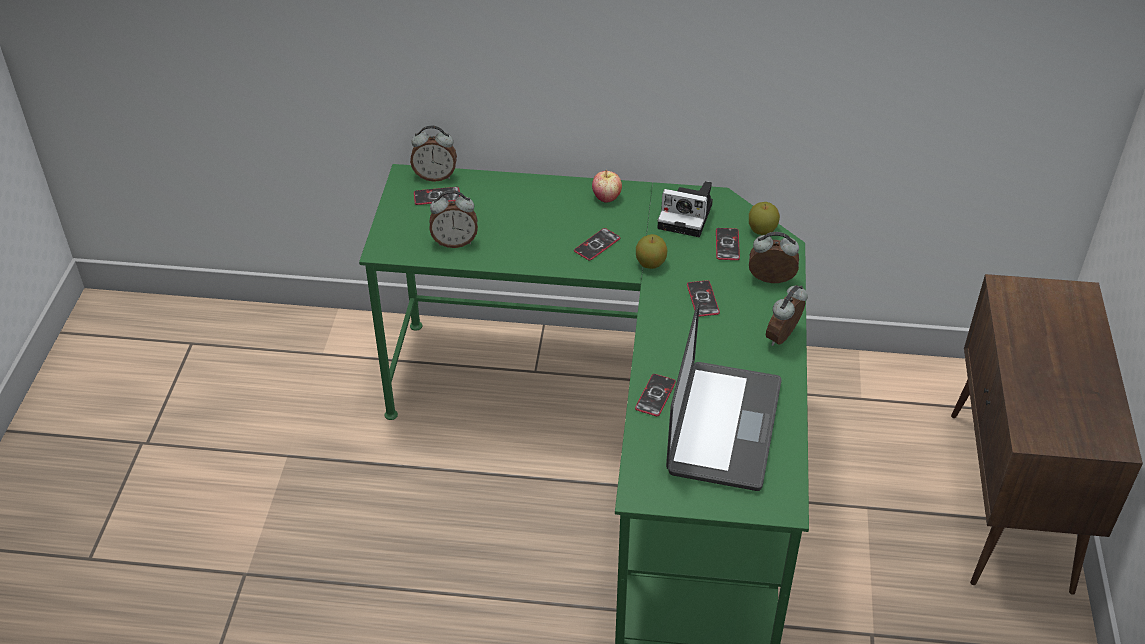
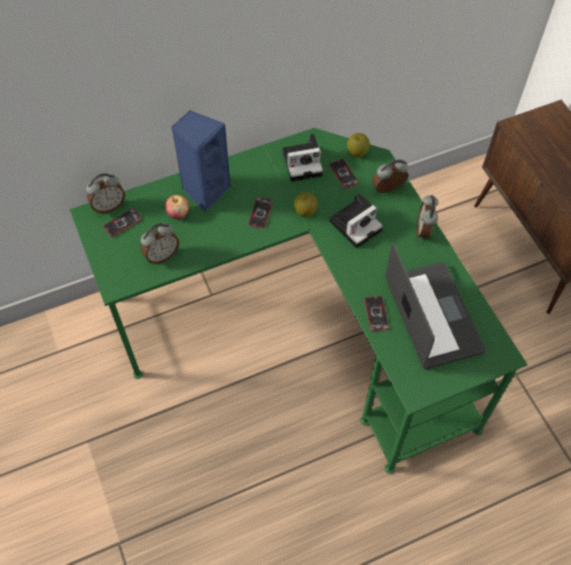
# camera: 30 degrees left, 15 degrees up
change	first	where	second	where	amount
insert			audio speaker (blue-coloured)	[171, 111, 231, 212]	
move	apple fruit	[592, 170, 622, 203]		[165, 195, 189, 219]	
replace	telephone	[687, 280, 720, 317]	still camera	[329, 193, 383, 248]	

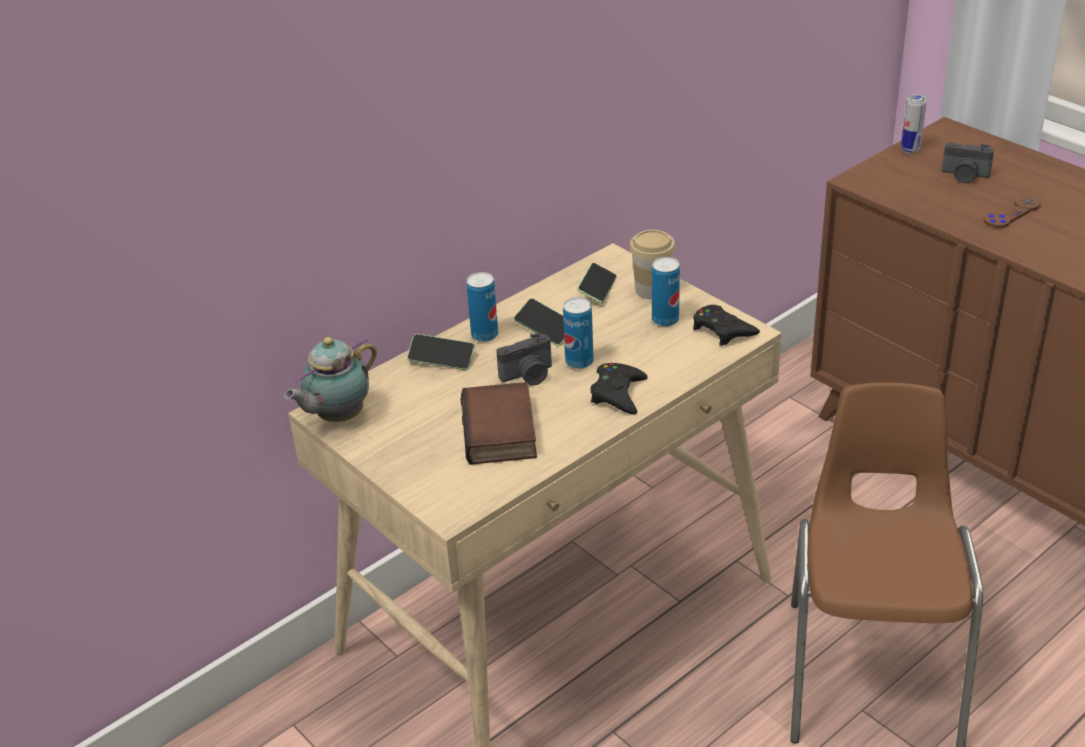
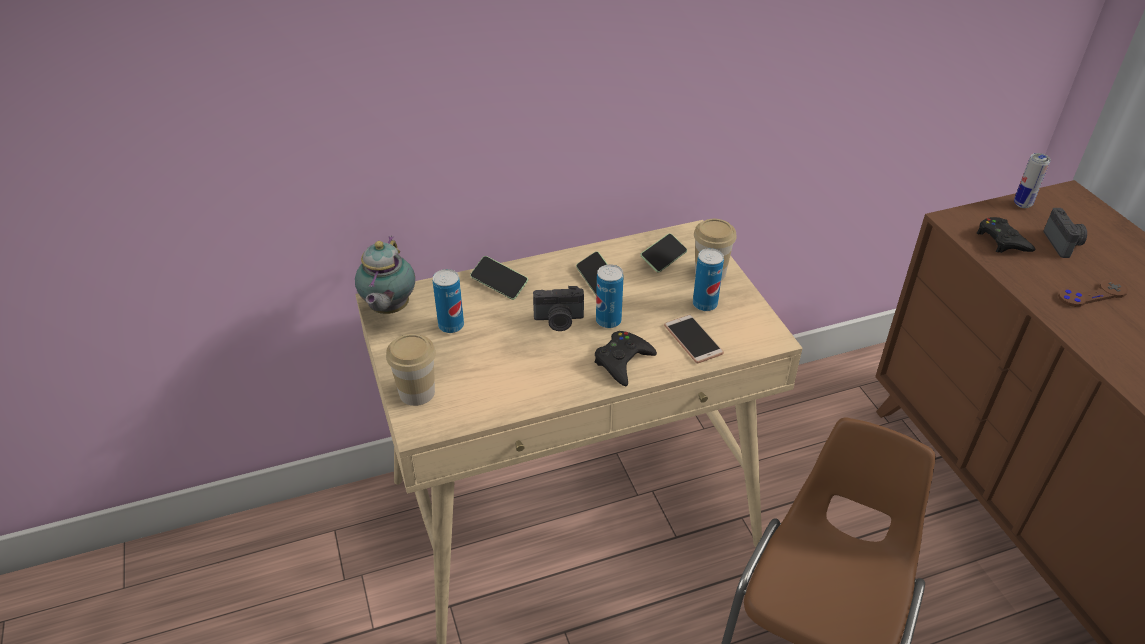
# camera: 20 degrees right, 5 degrees up
change	first	where	second	where	amount
delete	volume	[460, 382, 537, 465]			
insert			drinking cup	[386, 334, 436, 406]	
insert			telephone	[664, 315, 724, 363]	
move	metal can	[466, 272, 498, 342]		[433, 269, 464, 333]	
move	joypad (blackish)	[693, 305, 760, 346]		[977, 217, 1035, 253]	
rotate	tea pot	[284, 337, 377, 422]		[355, 236, 415, 314]	60 degrees counterclockwise
rotate	still camera	[942, 142, 994, 183]		[1043, 208, 1087, 258]	135 degrees counterclockwise

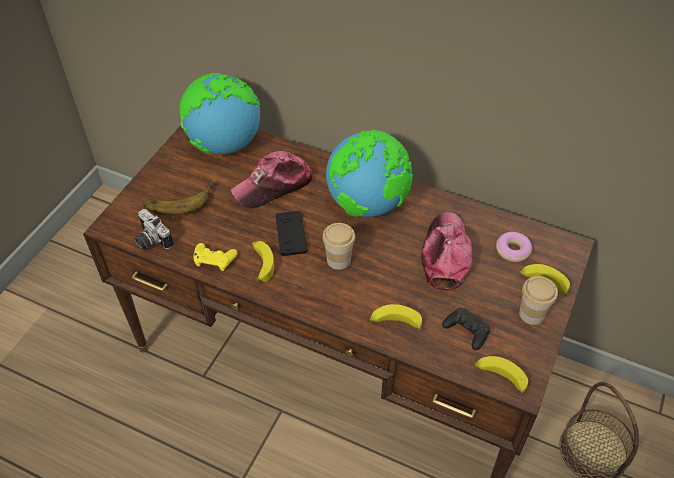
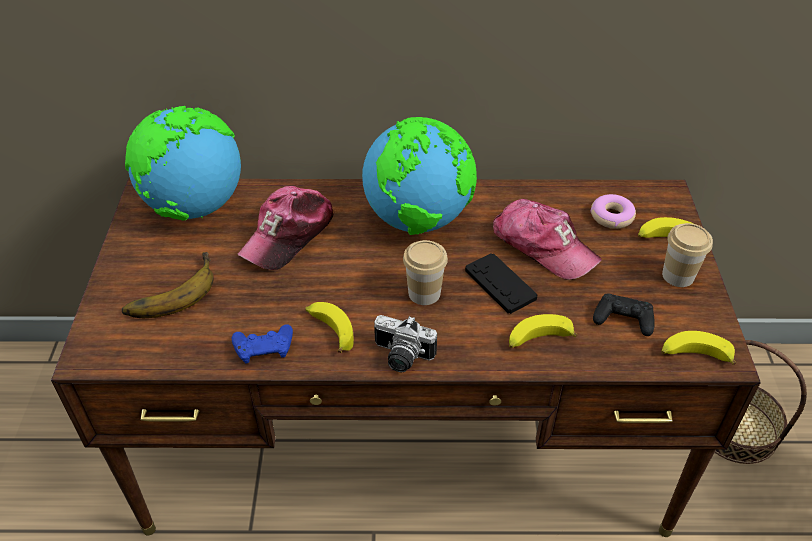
# camera: 25 degrees left, 5 degrees down
change	first	where	second	where	amount
move	still camera	[134, 209, 173, 250]		[374, 315, 437, 372]	
move	joypad (blackish)	[275, 211, 308, 256]		[465, 253, 538, 314]	
recolor	joypad (yellow-coloured)	[193, 243, 238, 271]	joypad (blue-coloured)	[232, 324, 293, 363]	
rotate	peaked cap	[422, 212, 473, 291]		[493, 199, 602, 280]	150 degrees clockwise

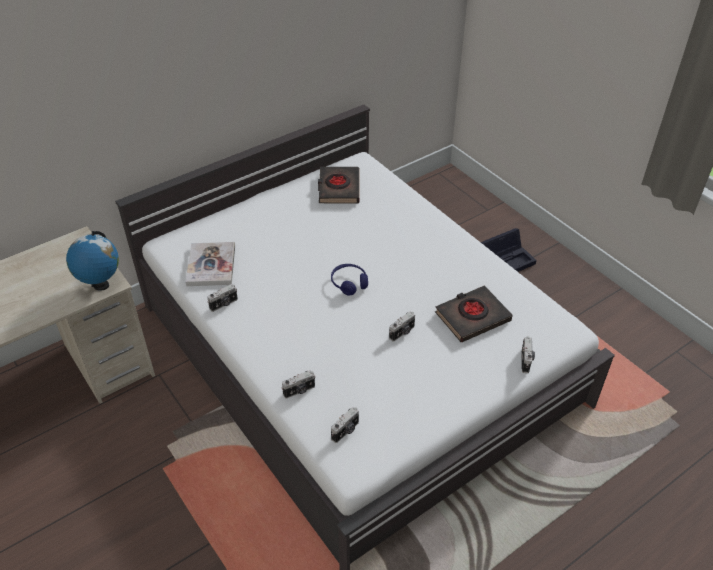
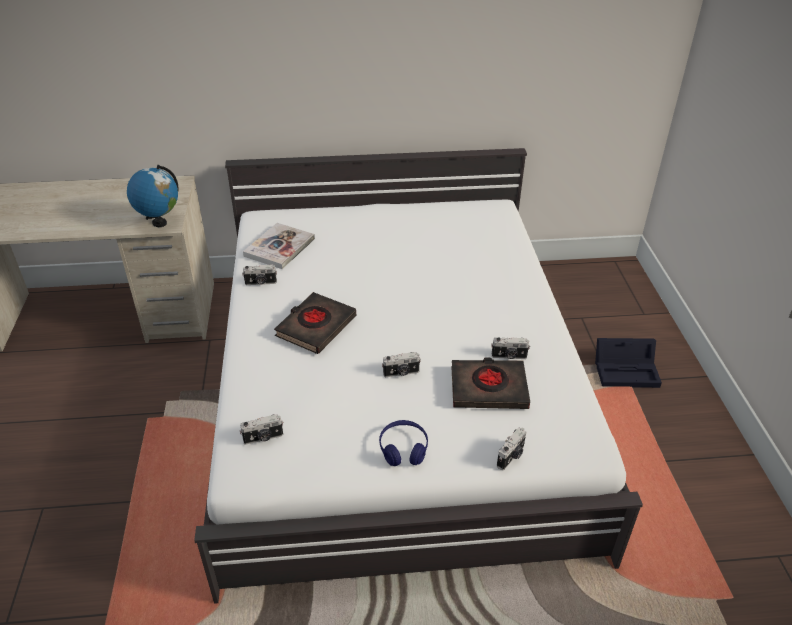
# camera: 30 degrees right, 5 degrees down
change	first	where	second	where	amount
move	still camera	[282, 370, 315, 398]		[491, 337, 530, 359]	
move	volume (blackish)	[318, 167, 359, 204]		[274, 292, 356, 354]	
move	pair of headphones (blue-coloured)	[331, 264, 368, 296]		[379, 420, 428, 466]	

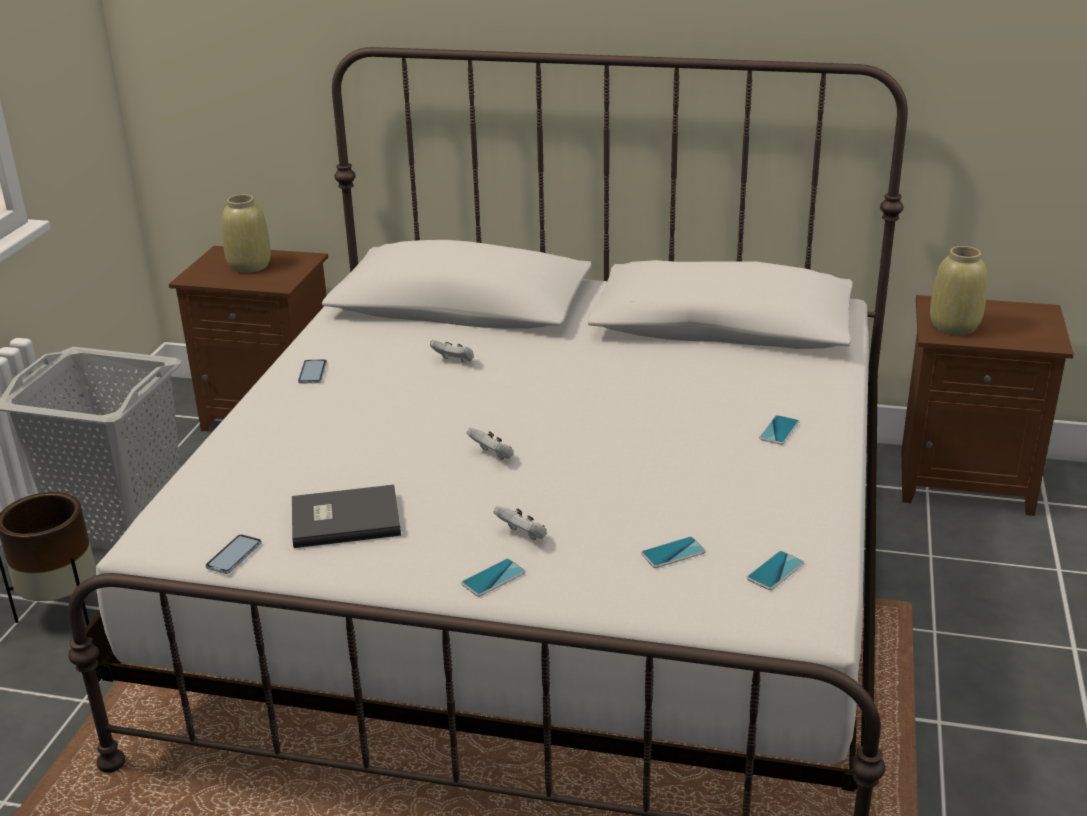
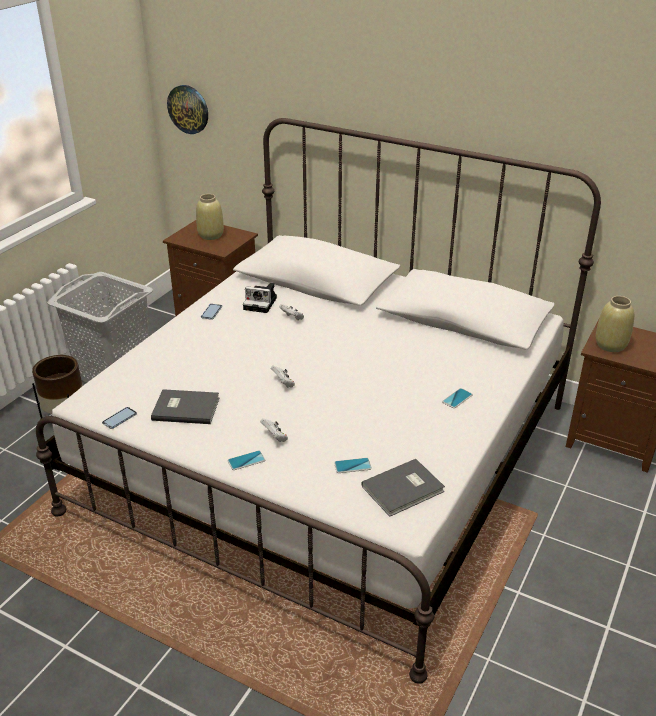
# camera: 15 degrees right, 5 degrees up
change	first	where	second	where	amount
insert			wall clock	[167, 85, 208, 134]	
insert			still camera	[243, 283, 277, 313]	
replace	telephone	[746, 551, 804, 590]	volume (gray)	[361, 459, 445, 517]	

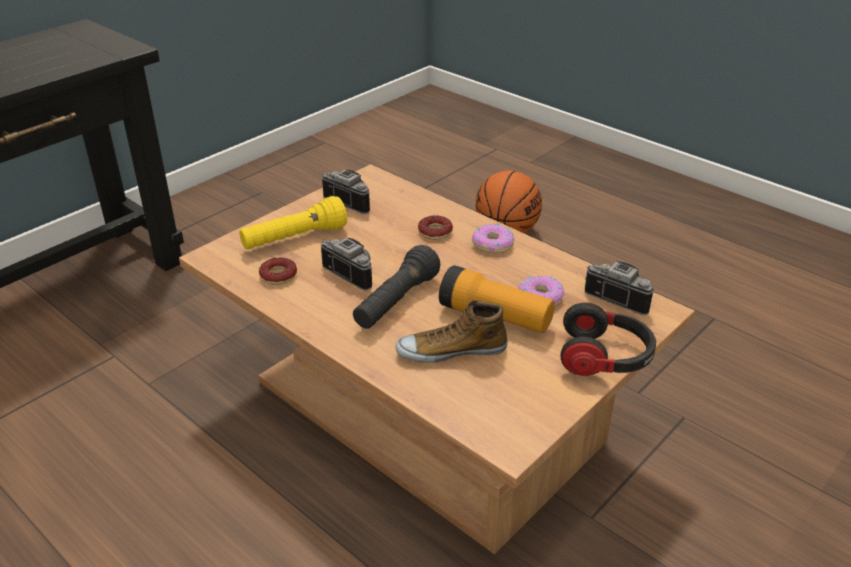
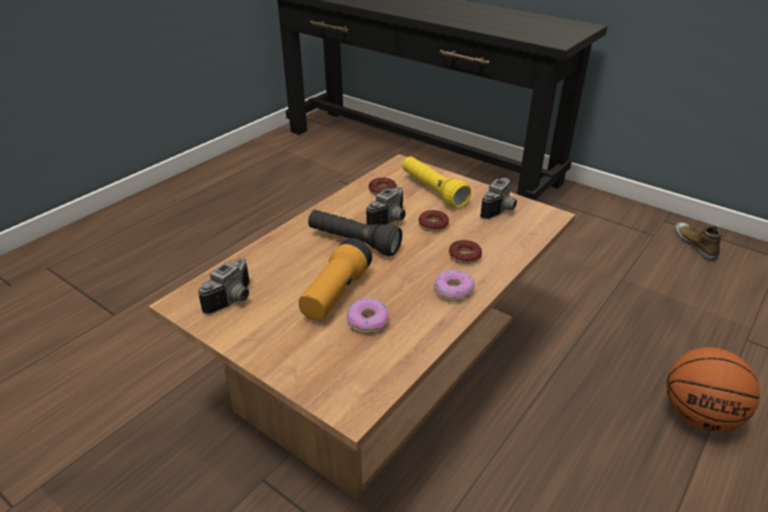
# camera: 85 degrees right, 0 degrees up
change	first	where	second	where	amount
delete	pair of headphones	[560, 303, 656, 376]			
insert			ring doughnut	[418, 210, 449, 232]	
move	low shoe	[396, 300, 508, 363]		[675, 222, 722, 261]	
move	still camera	[585, 261, 655, 315]		[198, 259, 250, 314]	

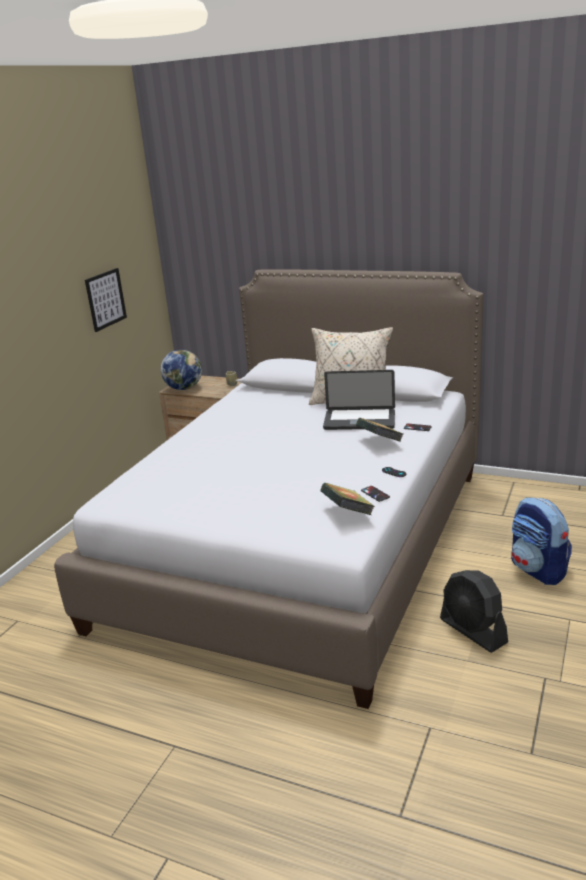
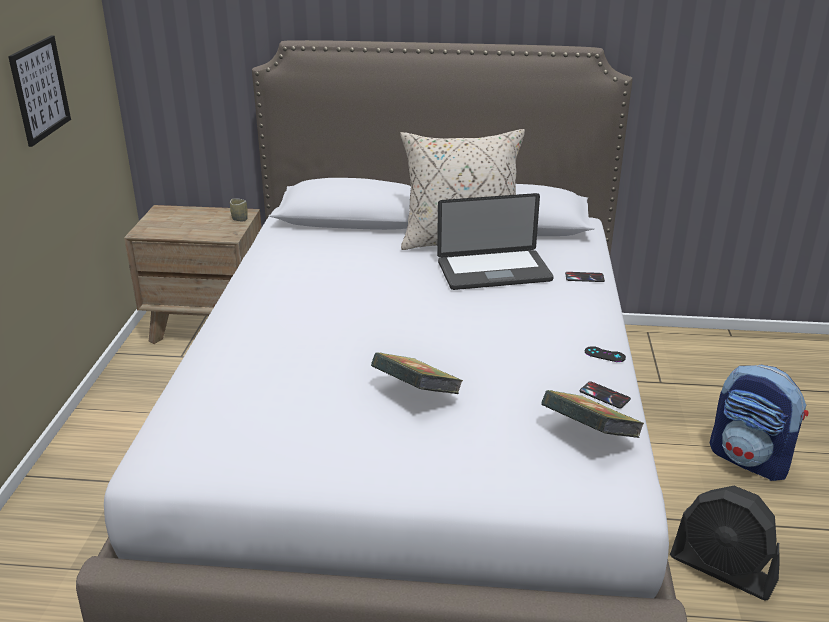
# camera: 20 degrees left, 5 degrees up
change	first	where	second	where	amount
delete	globe	[161, 350, 202, 390]			
move	volume	[356, 418, 403, 442]		[371, 352, 463, 394]	

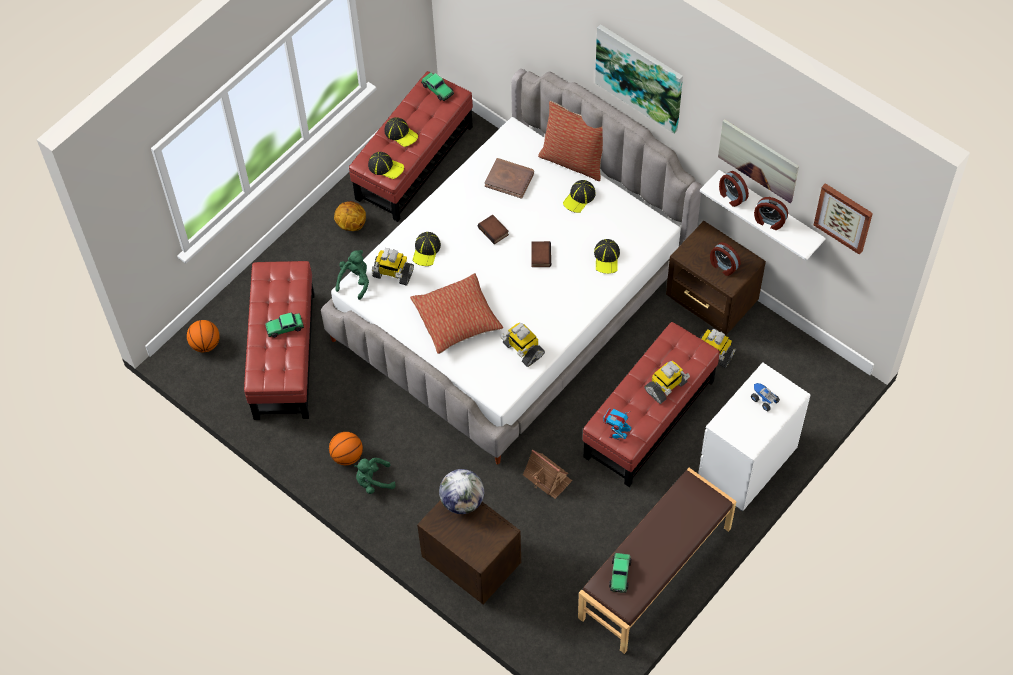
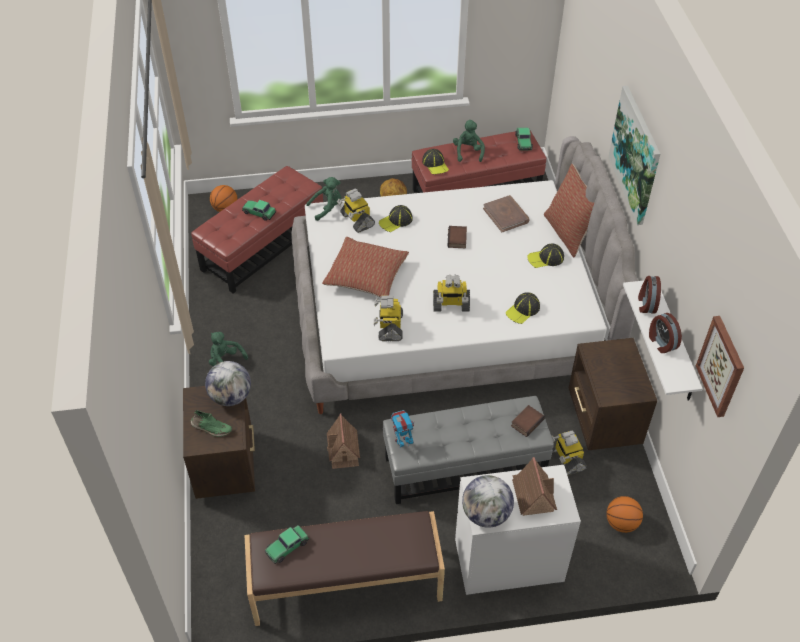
# camera: 40 degrees right, 10 degrees down
change	first	where	second	where	amount
delete	alarm clock	[710, 242, 741, 276]			
delete	wall art	[718, 119, 799, 203]			
insert			low shoe (green-coloured)	[190, 410, 232, 437]	
insert			globe	[462, 475, 514, 528]	
move	basketball ball	[329, 432, 363, 465]		[606, 496, 643, 533]	
move	volume	[531, 241, 551, 267]		[511, 405, 545, 437]	
move	toy robot	[644, 361, 690, 404]		[433, 275, 470, 312]	
replace	peaked cap	[384, 117, 418, 147]	plush toy (green-coloured)	[453, 120, 485, 162]	
replace	toy lorry	[751, 383, 780, 411]	miniature house	[512, 457, 557, 516]	
recolor	footrest (reddish)	[583, 322, 720, 487]	footrest (gray)	[383, 396, 554, 504]	

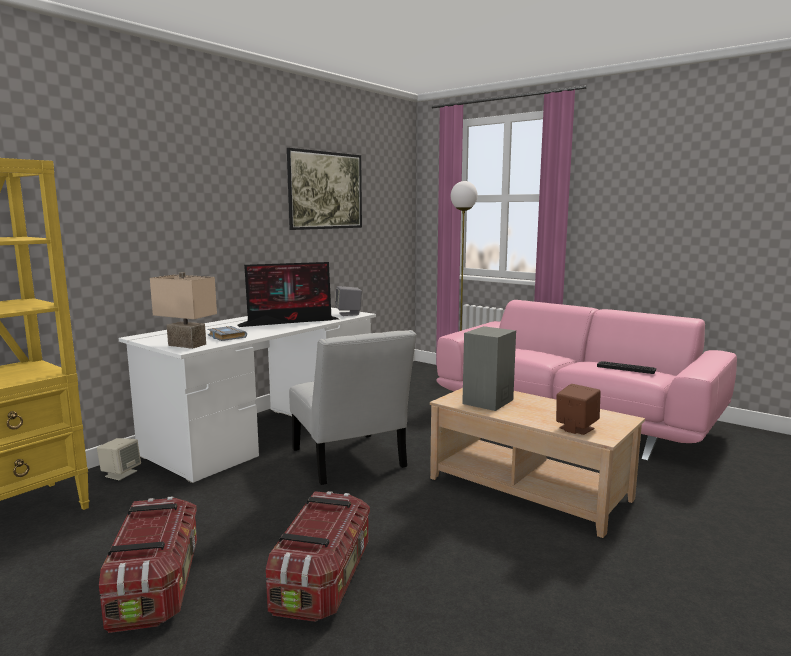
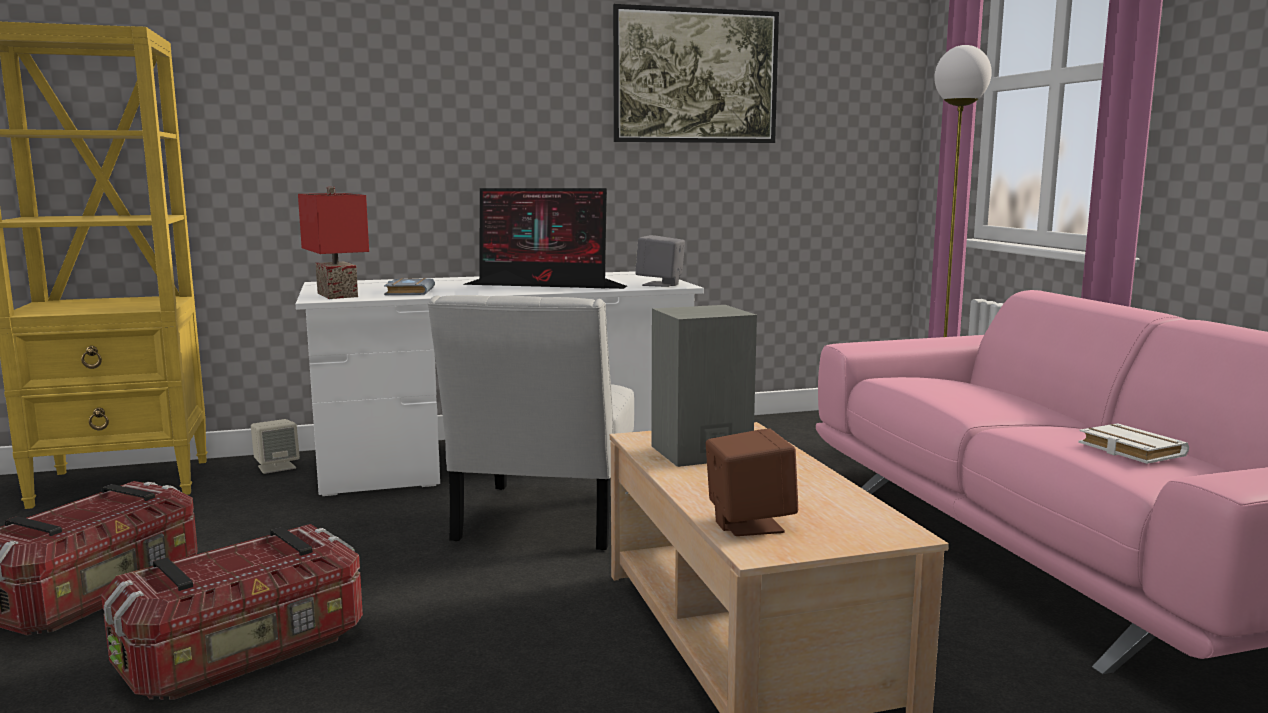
# camera: 35 degrees right, 0 degrees up
change	first	where	second	where	amount
replace	PC keyboard	[597, 361, 656, 374]	volume (white)	[1078, 423, 1189, 464]	
recolor	lamp for a table (sand-coloured)	[150, 272, 217, 349]	lamp for a table (reddish)	[298, 187, 369, 299]	

